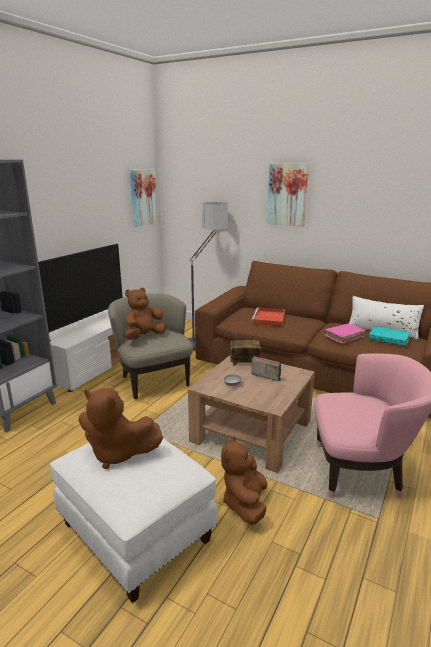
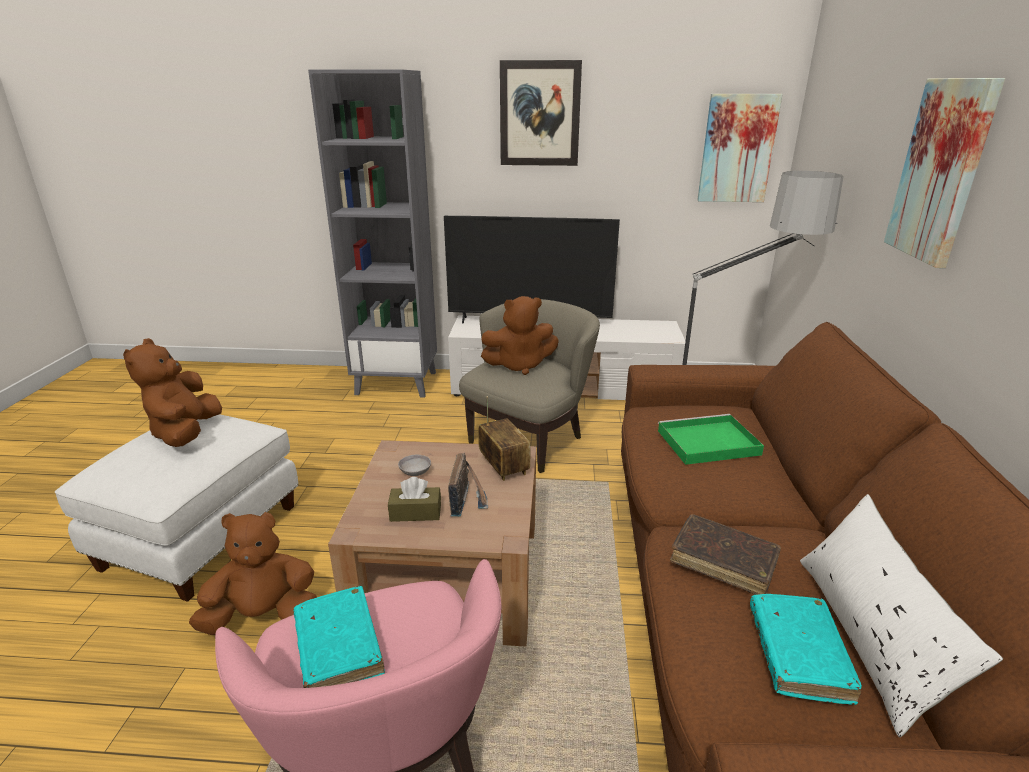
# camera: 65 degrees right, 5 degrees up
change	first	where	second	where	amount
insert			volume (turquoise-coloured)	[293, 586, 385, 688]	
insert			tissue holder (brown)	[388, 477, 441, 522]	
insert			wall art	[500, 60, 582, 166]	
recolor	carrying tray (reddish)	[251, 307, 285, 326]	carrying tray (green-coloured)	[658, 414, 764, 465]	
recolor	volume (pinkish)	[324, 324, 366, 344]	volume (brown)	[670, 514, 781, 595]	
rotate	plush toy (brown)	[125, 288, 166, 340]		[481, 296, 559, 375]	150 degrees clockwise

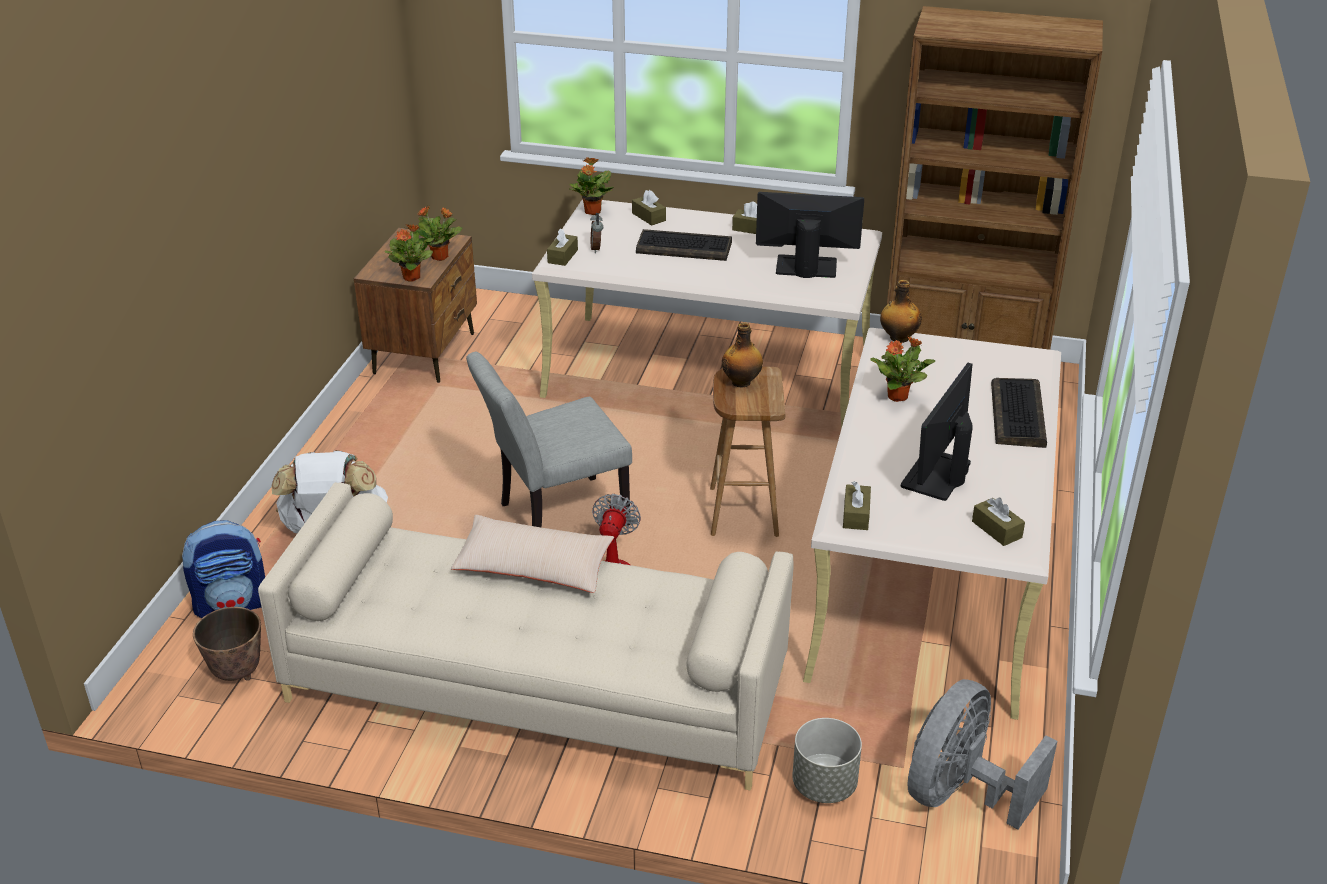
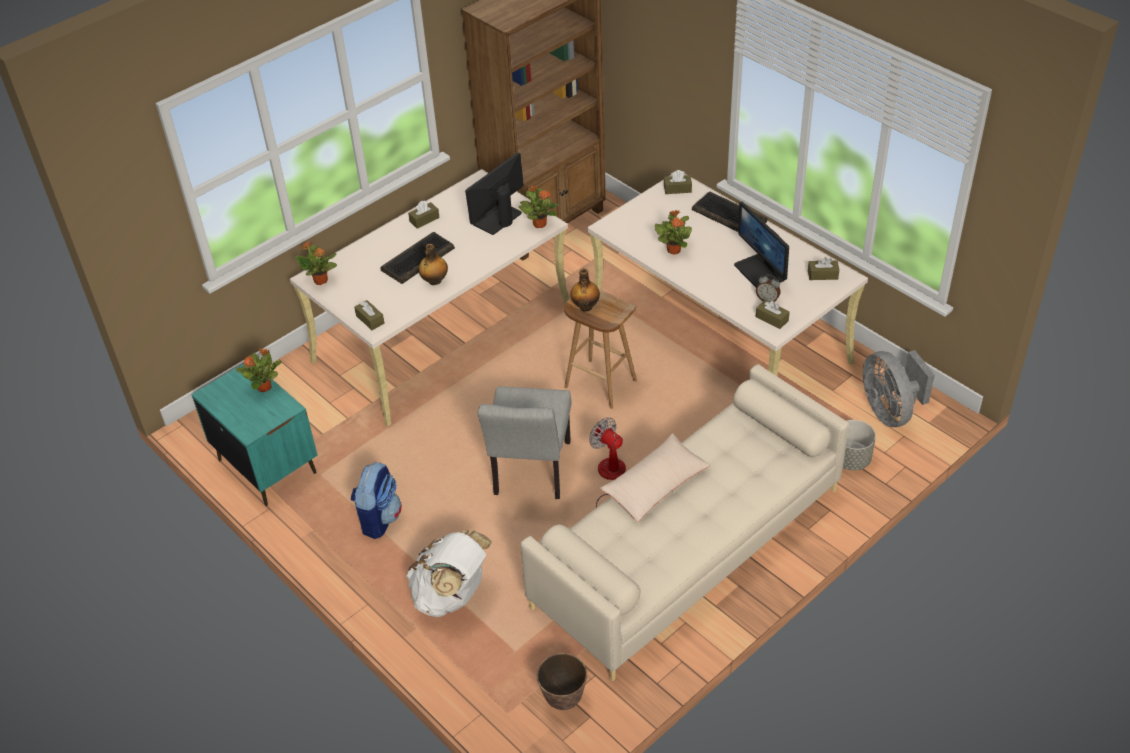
# camera: 55 degrees left, 10 degrees up
change	first	where	second	where	amount
move	backpack	[182, 520, 265, 618]		[350, 462, 402, 539]	
move	plant in a pot	[384, 224, 434, 281]		[519, 185, 558, 228]	
move	alarm clock	[590, 213, 603, 253]		[756, 274, 781, 303]	
move	tissue holder (brown)	[632, 190, 666, 226]		[664, 170, 692, 194]	
move	beverage bottle	[880, 280, 922, 343]		[419, 244, 448, 285]	
recolor	night table (brown)	[354, 228, 477, 383]	night table (turquoise-coloured)	[191, 363, 317, 506]	

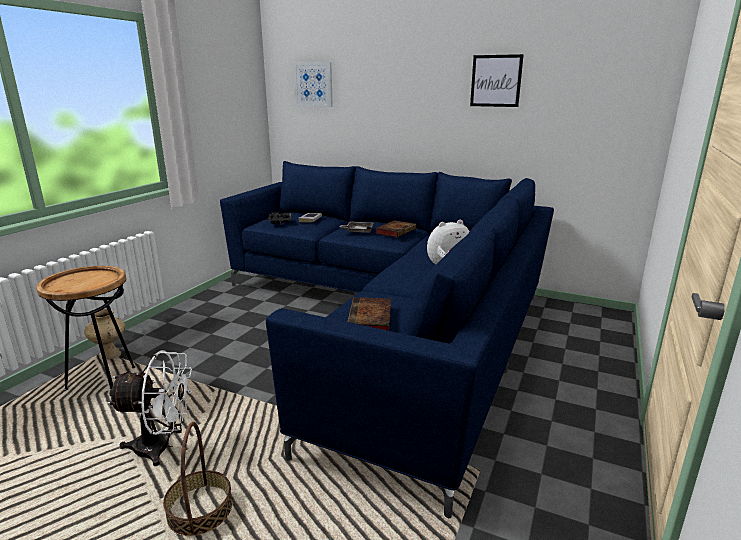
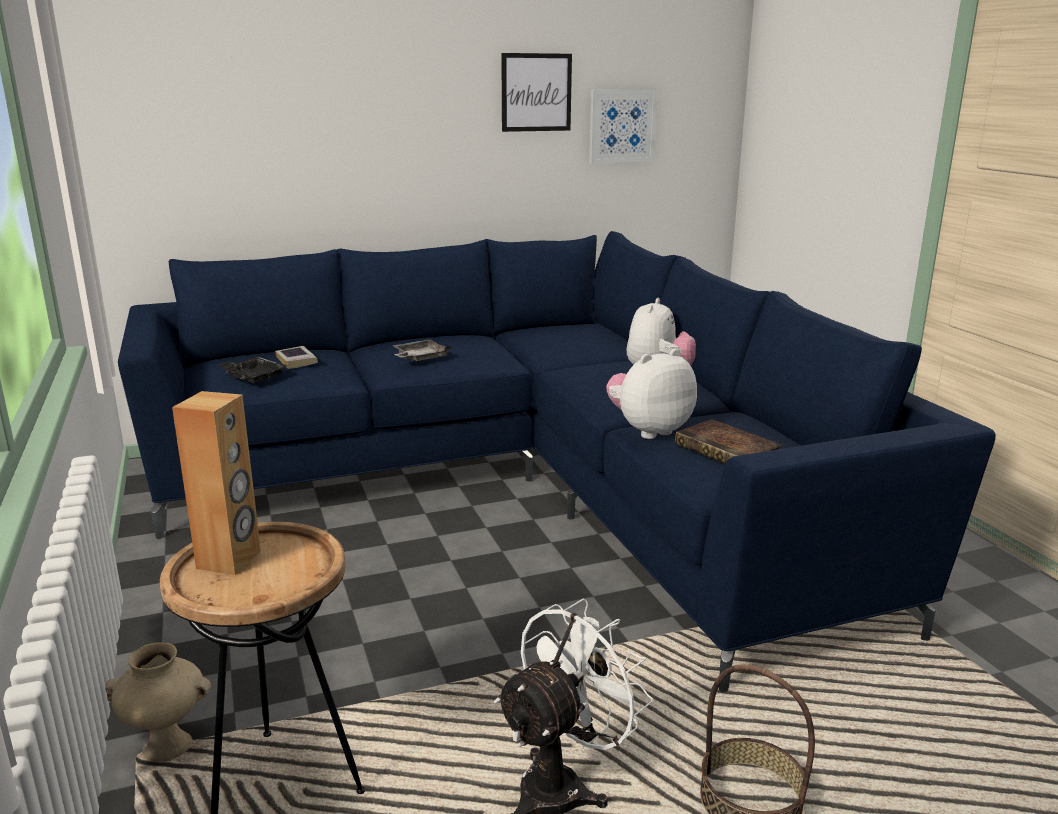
# camera: 45 degrees left, 0 degrees up
change	first	where	second	where	amount
delete	volume	[375, 220, 416, 237]			
insert			audio speaker (brown)	[172, 391, 261, 575]	
insert			plush toy	[606, 349, 697, 439]	
move	wall art	[294, 62, 333, 107]		[589, 89, 658, 164]	

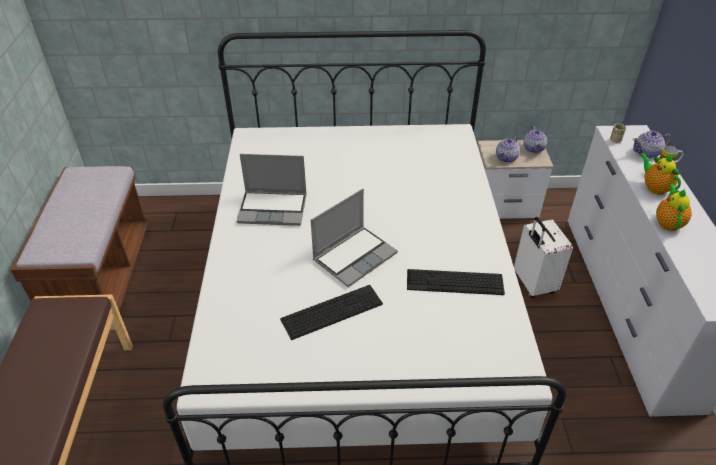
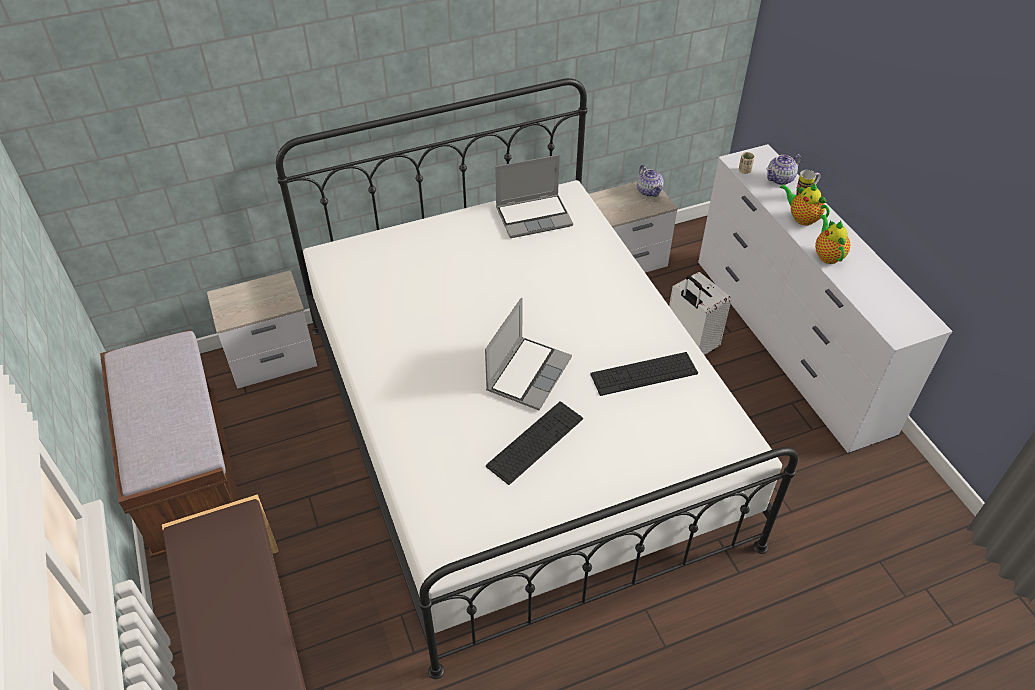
# camera: 20 degrees left, 5 degrees up
change	first	where	second	where	amount
delete	tea pot	[496, 136, 520, 163]			
insert			night table	[207, 270, 317, 389]	
move	notebook computer	[237, 154, 307, 226]		[495, 155, 573, 238]	

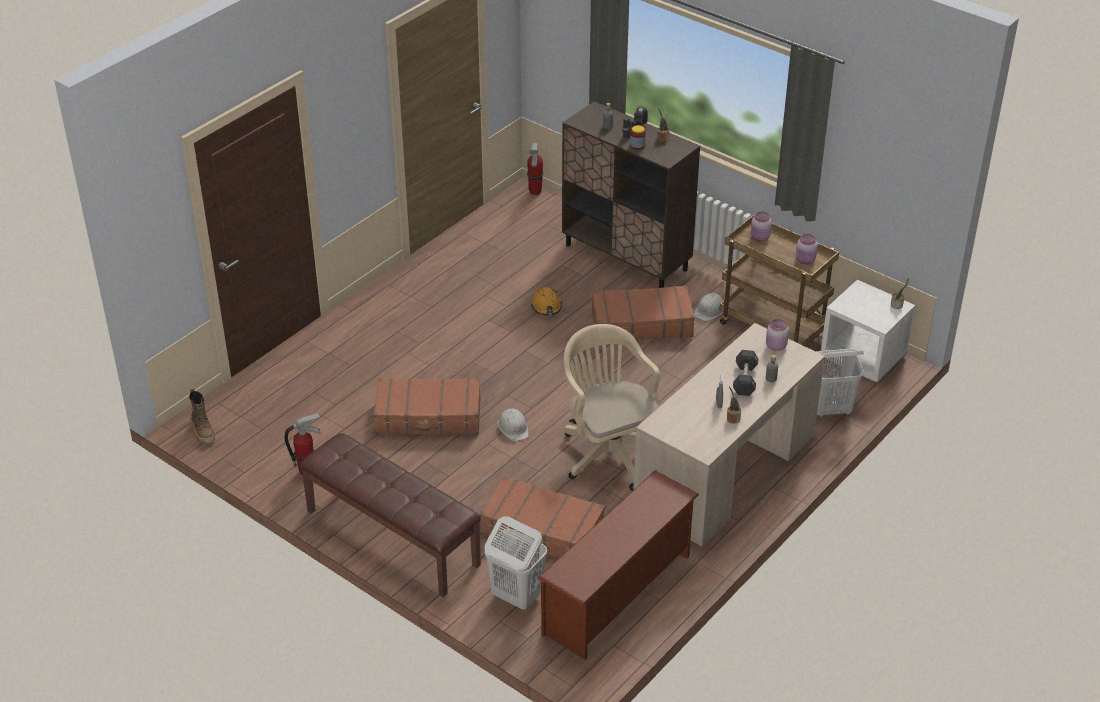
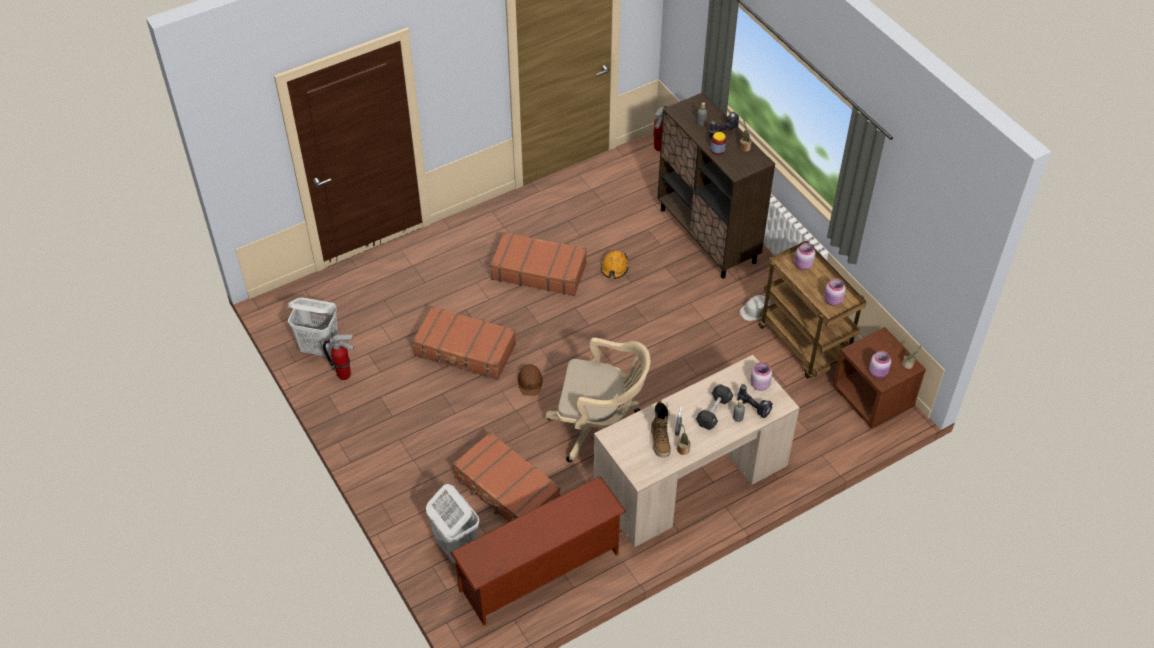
# camera: 20 degrees right, 10 degrees up
change	first	where	second	where	amount
delete	indoor bench (brown)	[300, 433, 481, 597]			
insert			power drill	[737, 384, 773, 418]	
insert			preserve jar (pinkish)	[869, 351, 891, 378]	
move	high-top boot	[189, 388, 215, 443]		[651, 400, 671, 458]	
move	suitcase (brown)	[592, 285, 695, 340]		[490, 232, 587, 296]	
move	laundry basket (white)	[815, 349, 864, 417]		[288, 298, 338, 358]	
recolor	work helmet (white)	[498, 409, 529, 441]	work helmet (brown)	[517, 364, 543, 396]	
recolor	night table (white)	[821, 280, 915, 382]	night table (brown)	[832, 327, 926, 428]	
rotate	desk chair (sand-coloured)	[563, 324, 660, 491]		[545, 338, 650, 462]	105 degrees clockwise

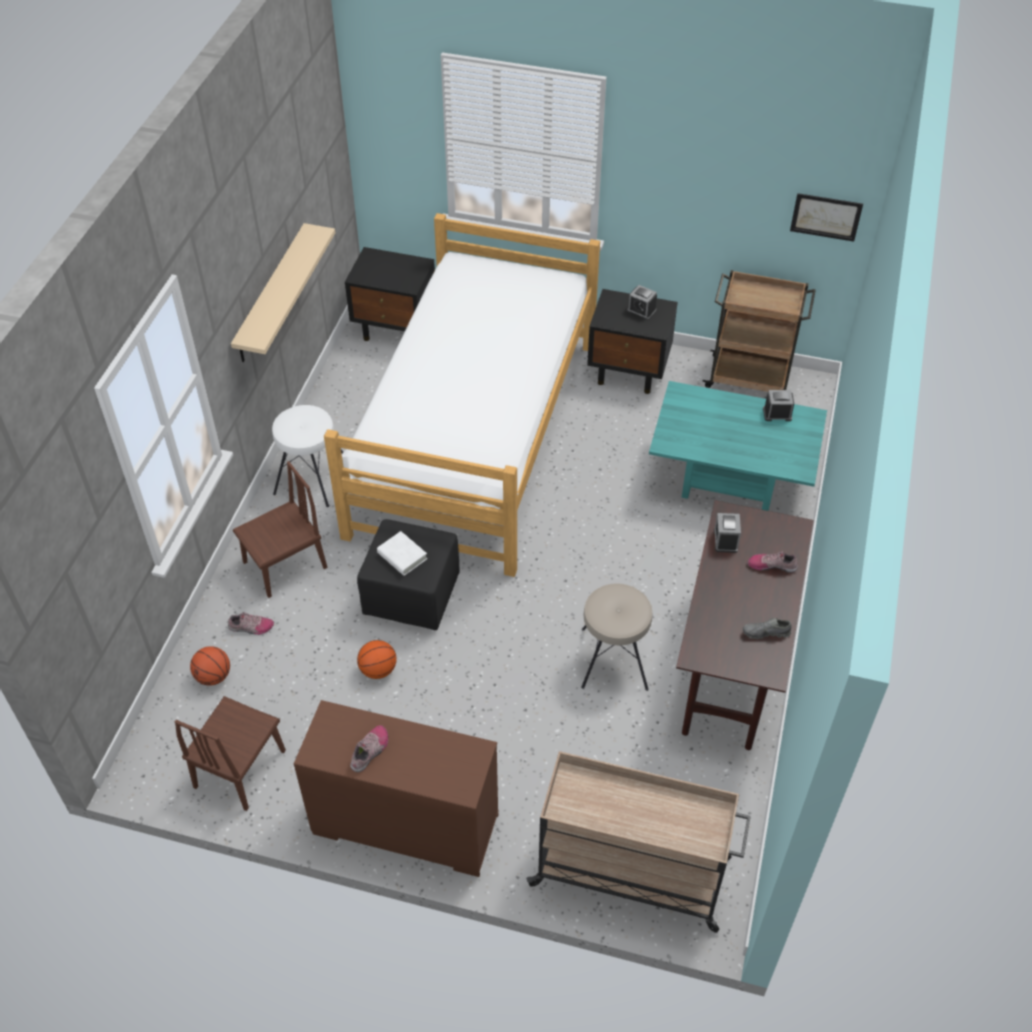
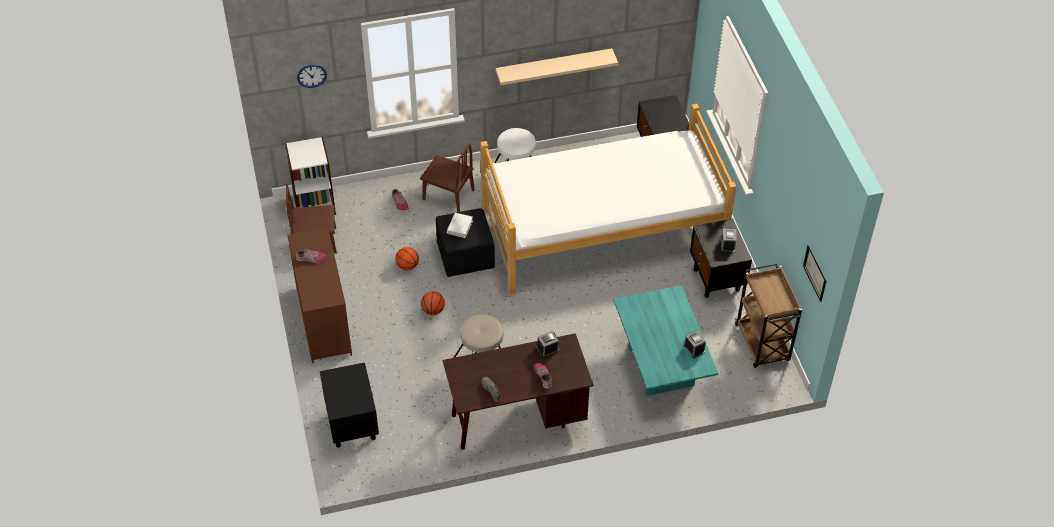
# camera: 60 degrees right, 0 degrees up
change	first	where	second	where	amount
insert			bookcase (white)	[285, 137, 336, 215]	
insert			wall clock	[297, 65, 327, 88]	
move	basketball ball	[190, 646, 230, 686]		[421, 291, 445, 315]	
replace	trolley (sand-coloured)	[526, 751, 751, 933]	night table (blackish)	[320, 363, 379, 448]	

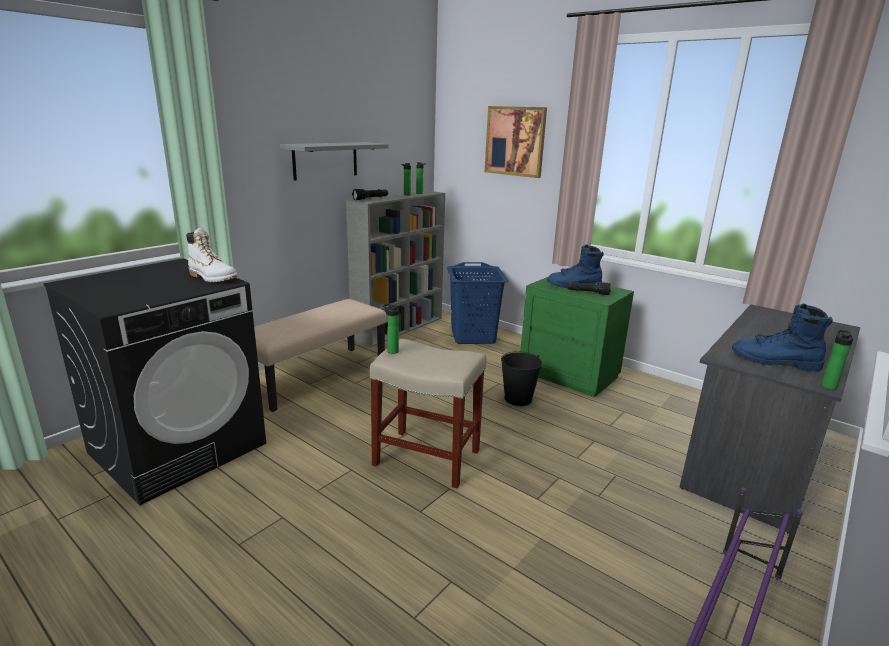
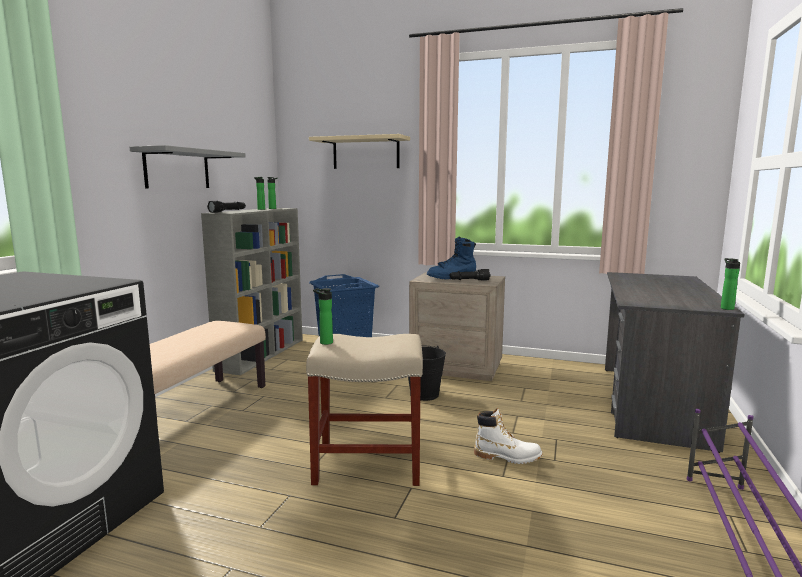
# camera: 20 degrees left, 10 degrees down
change	first	where	second	where	amount
delete	high-top boot (blue-coloured)	[732, 303, 833, 371]			
move	high-top boot (white)	[186, 228, 238, 282]		[474, 408, 543, 464]	
replace	wall art	[485, 106, 547, 178]	shelf (sand-coloured)	[309, 134, 410, 169]	
recolor	night table (green-coloured)	[520, 277, 634, 397]	night table (sand-coloured)	[409, 272, 505, 381]	

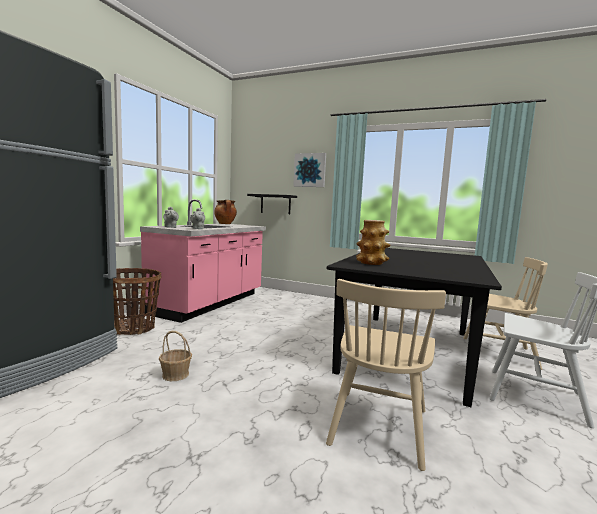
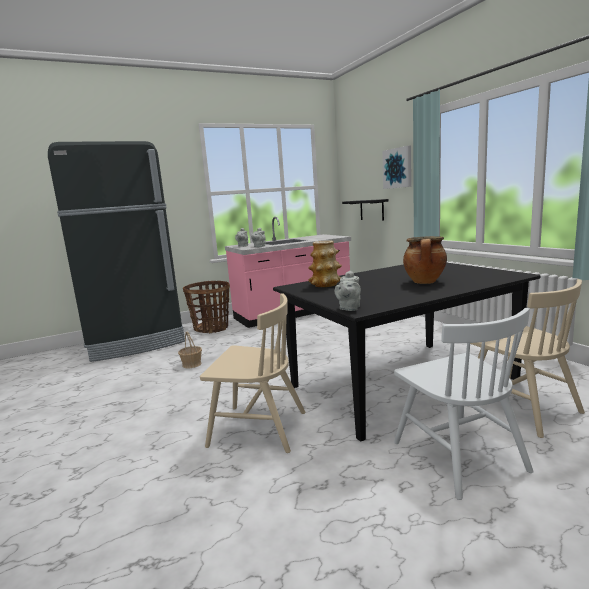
# camera: 40 degrees right, 5 degrees up
change	first	where	second	where	amount
insert			tea pot (gray)	[335, 270, 361, 311]	
move	stockpot	[214, 200, 237, 224]		[403, 236, 447, 284]	
rotate	plain chair (sand-coloured)	[326, 279, 446, 471]		[200, 294, 306, 453]	135 degrees counterclockwise

